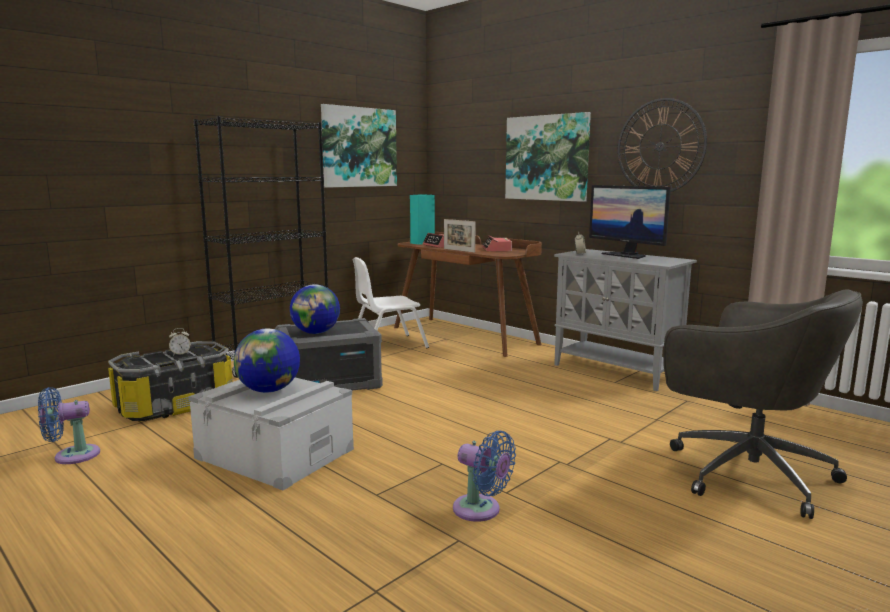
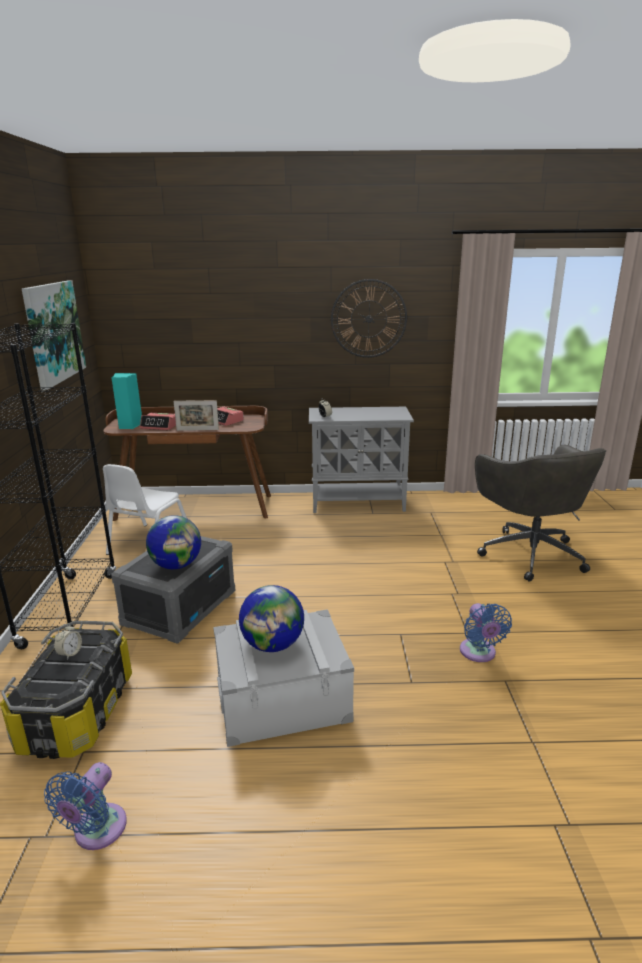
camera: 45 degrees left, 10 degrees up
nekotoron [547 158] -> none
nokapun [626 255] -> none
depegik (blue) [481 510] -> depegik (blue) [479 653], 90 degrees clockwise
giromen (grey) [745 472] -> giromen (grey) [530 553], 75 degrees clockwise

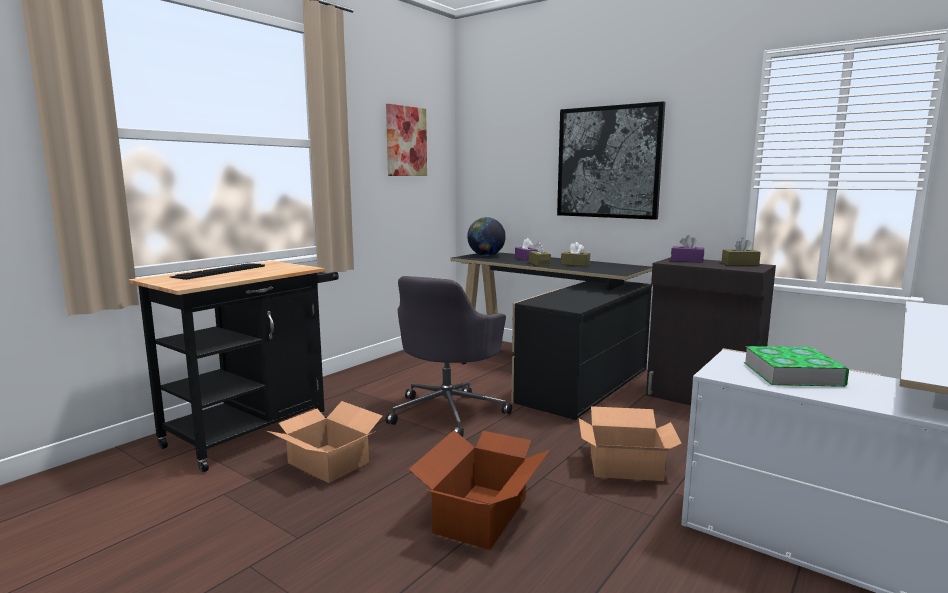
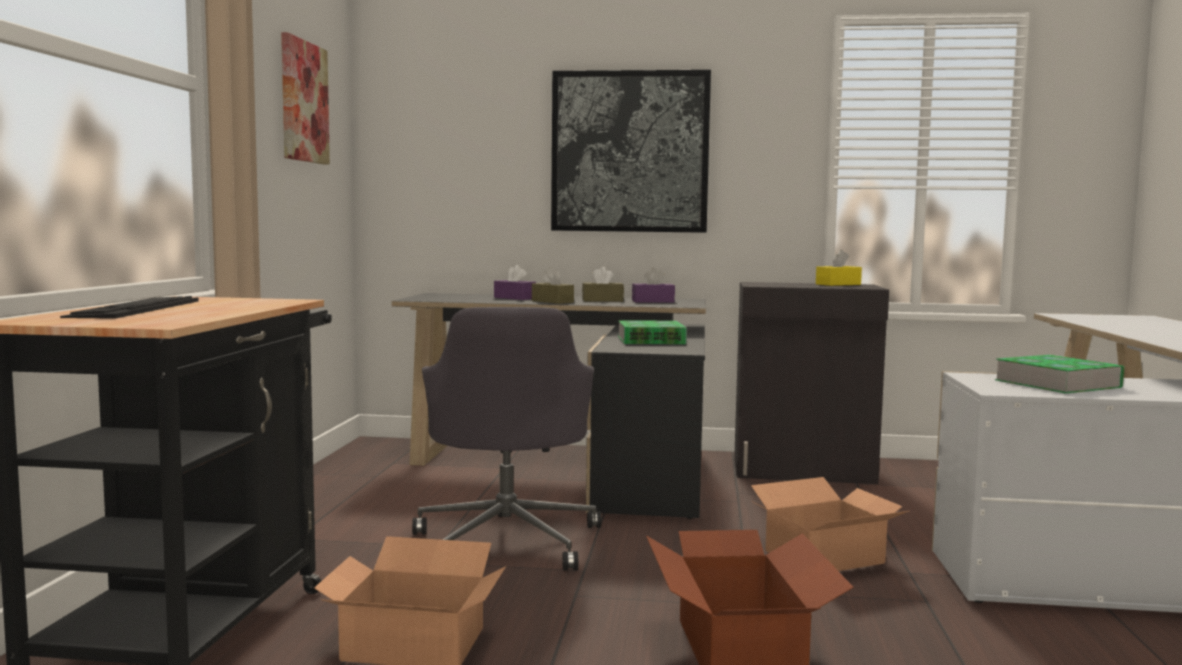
camera: 30 degrees left, 5 degrees down
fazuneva [486 256] -> none
none -> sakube [651 340]
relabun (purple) [687 260] -> relabun (purple) [653 301], relocated
relabun (brown) [740 264] -> relabun (yellow) [838 284]

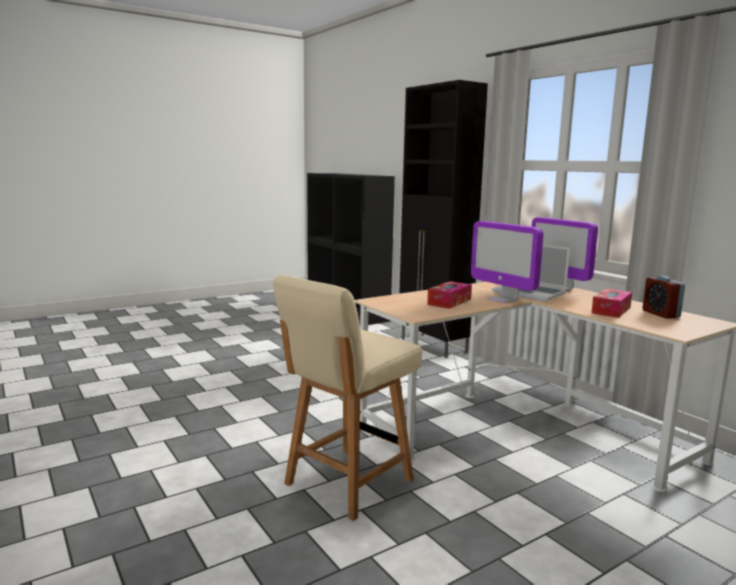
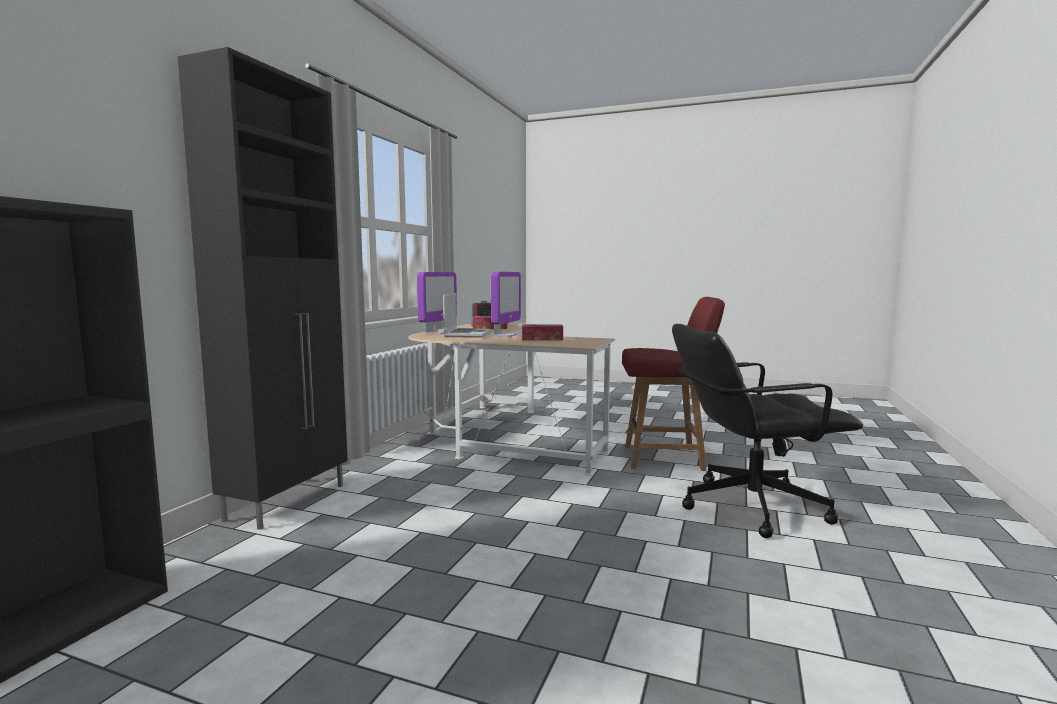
camera: 125 degrees left, 5 degrees down
none -> giromen (black) [750 506]
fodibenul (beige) [346 483] -> fodibenul (red) [666 458]

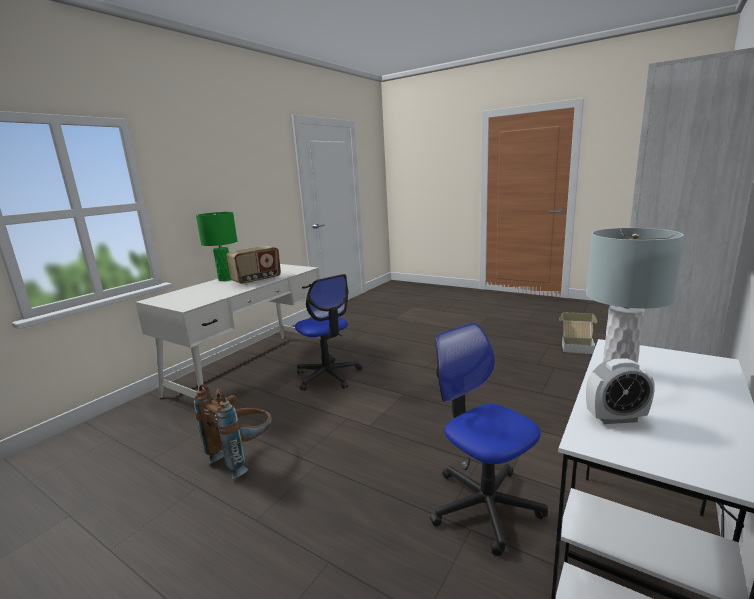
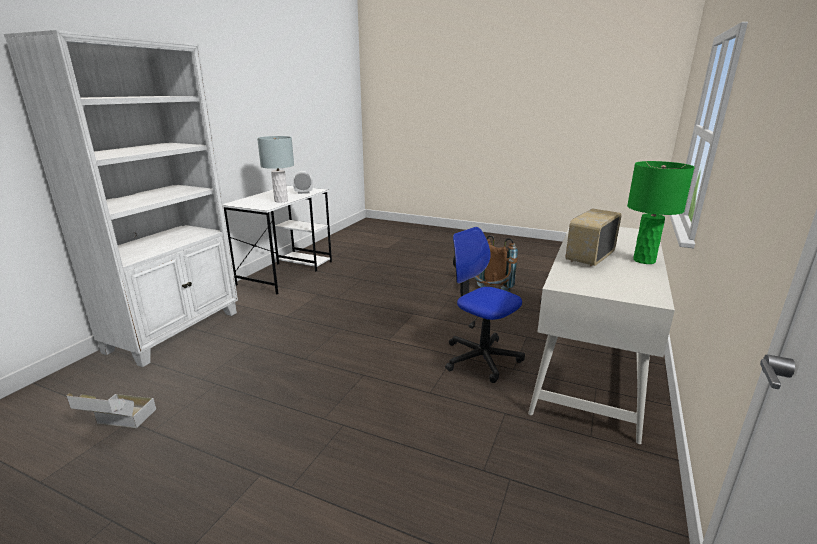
camera: 170 degrees right, 5 degrees up
giromen [484 505] -> none

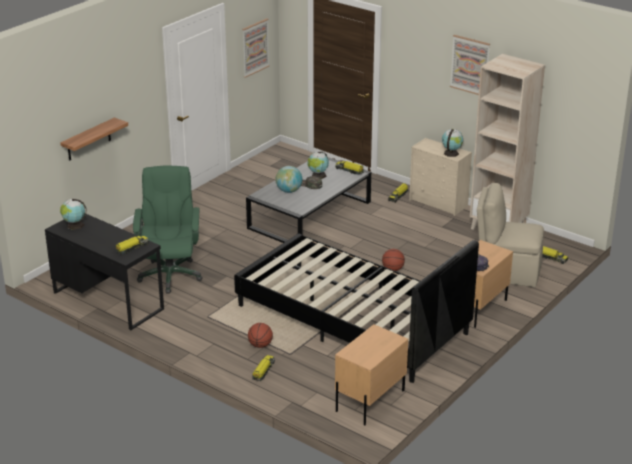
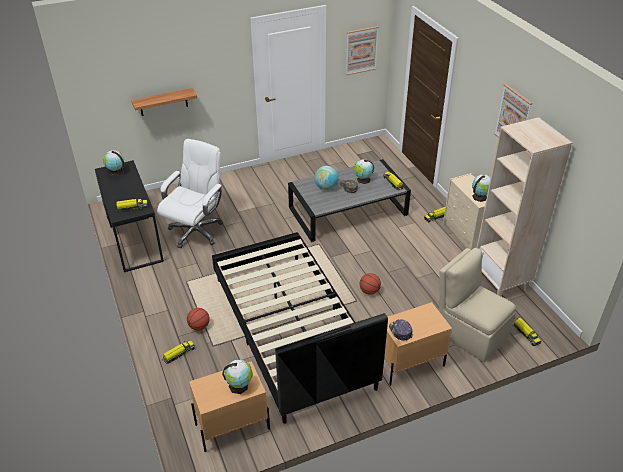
camera: 30 degrees right, 10 degrees up
none -> fazuneva [239 385]
giromen (green) [170 275] -> giromen (white) [196 231]

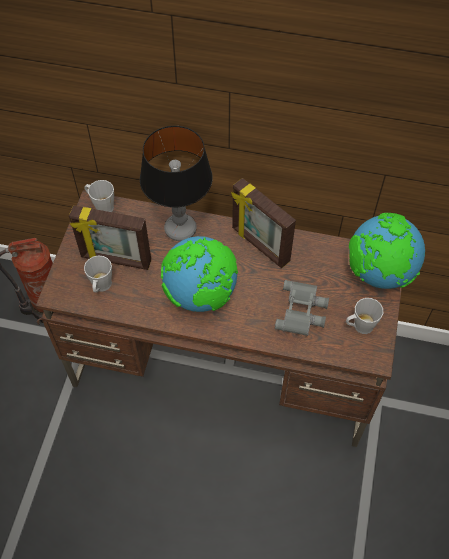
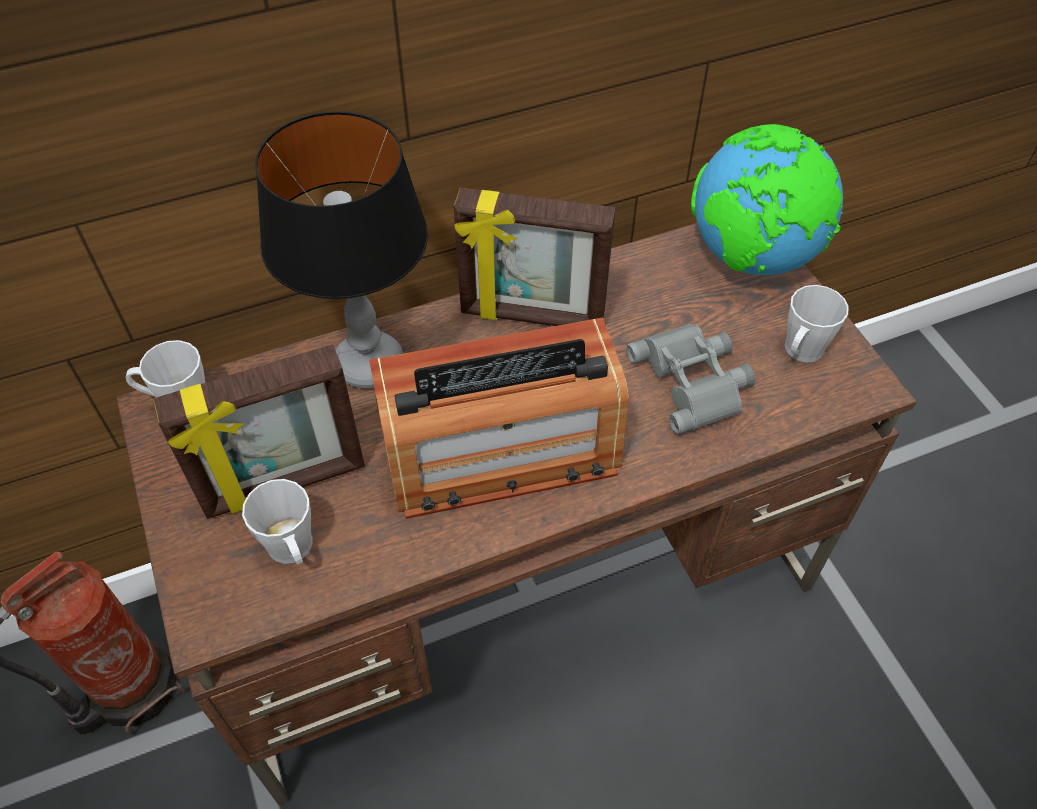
camera: 35 degrees left, 5 degrees down
fazuneva [201 294] -> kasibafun [500 453]

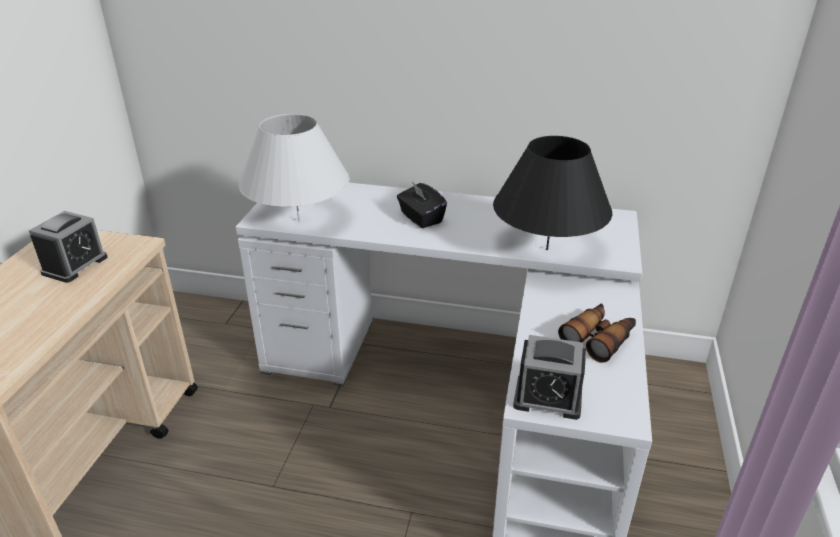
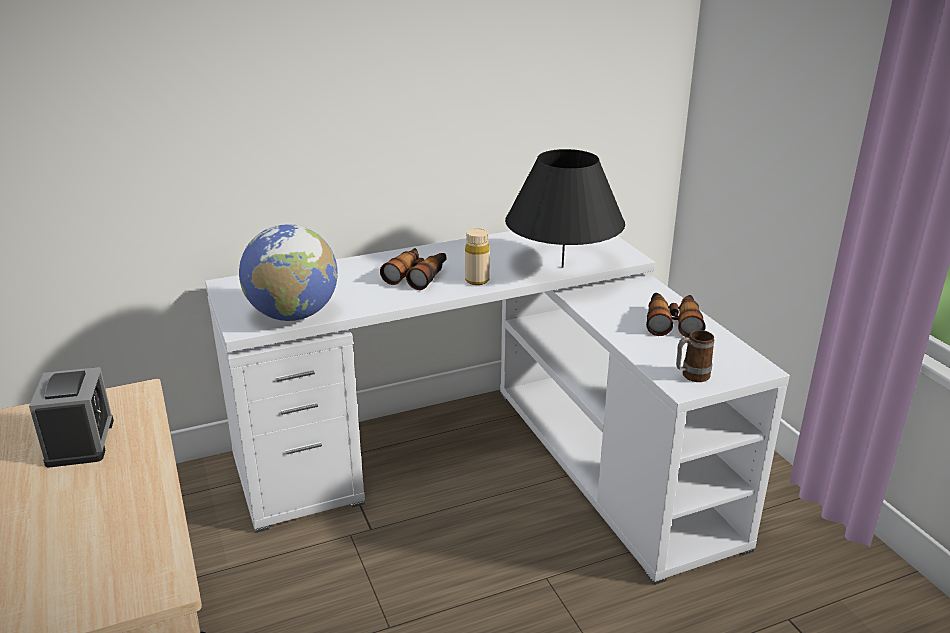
camera: 35 degrees left, 5 degrees down
none -> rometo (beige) [477 280]
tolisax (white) [298 221] -> fazuneva [293 315]
relabun (black) [421 218] -> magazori [417 275]
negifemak [547 398] -> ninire [691 376]

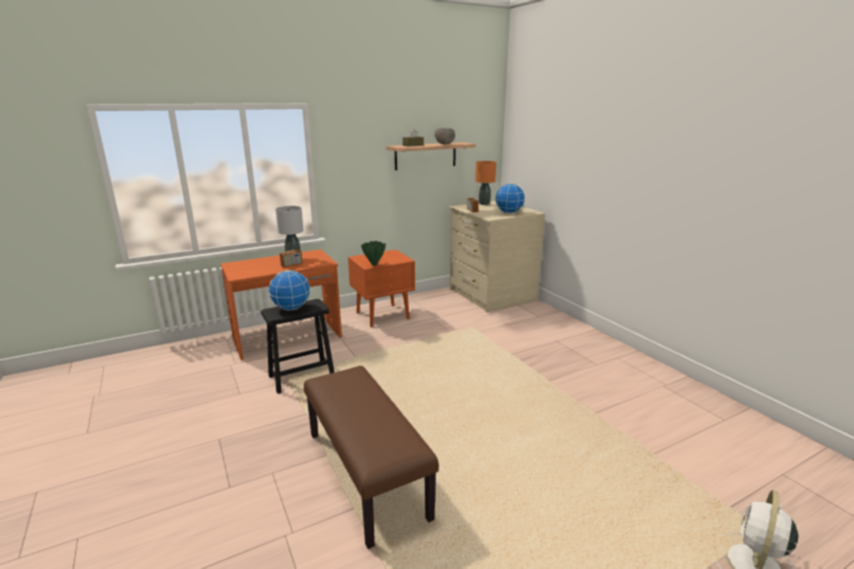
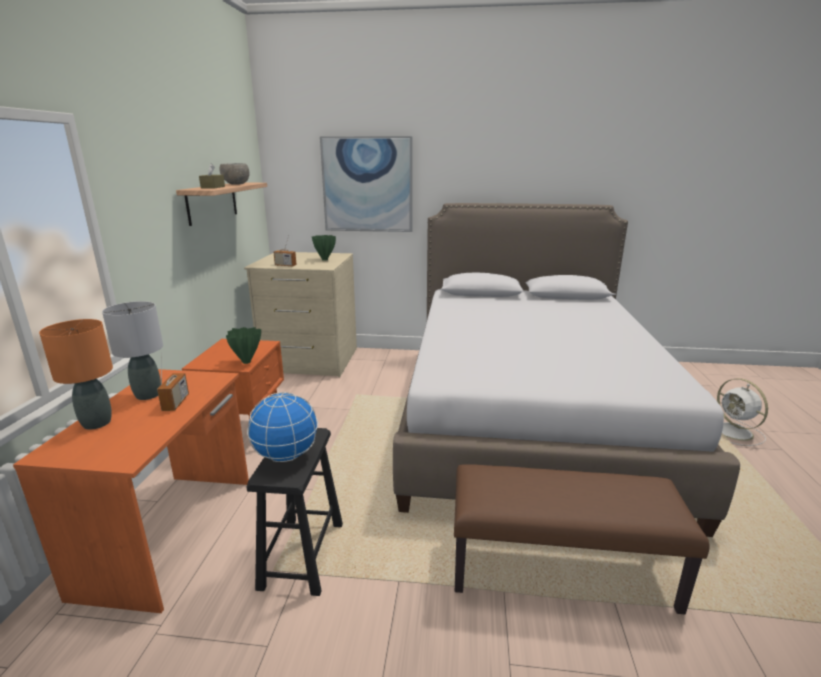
camera: 55 degrees left, 0 degrees up
none -> nekotoron [367 185]
none -> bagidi [525 415]
tolisax (orange) [484 204] -> tolisax (orange) [96 423], relocated
fazuneva [509 213] -> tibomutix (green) [325 259]

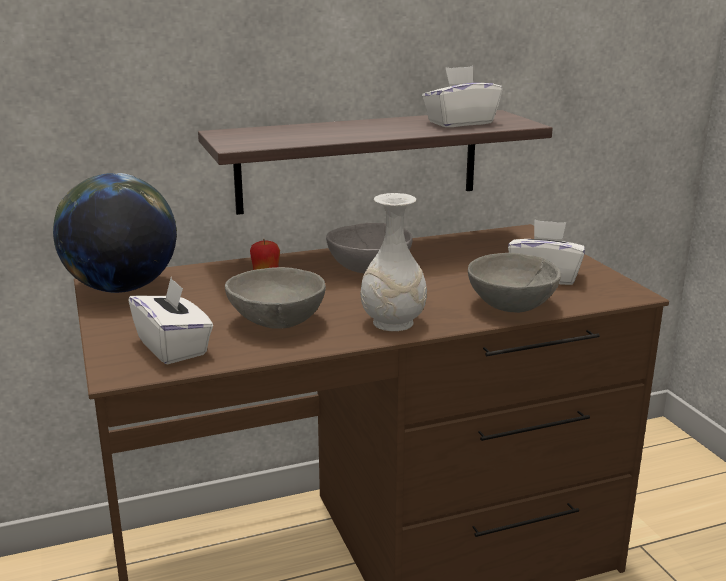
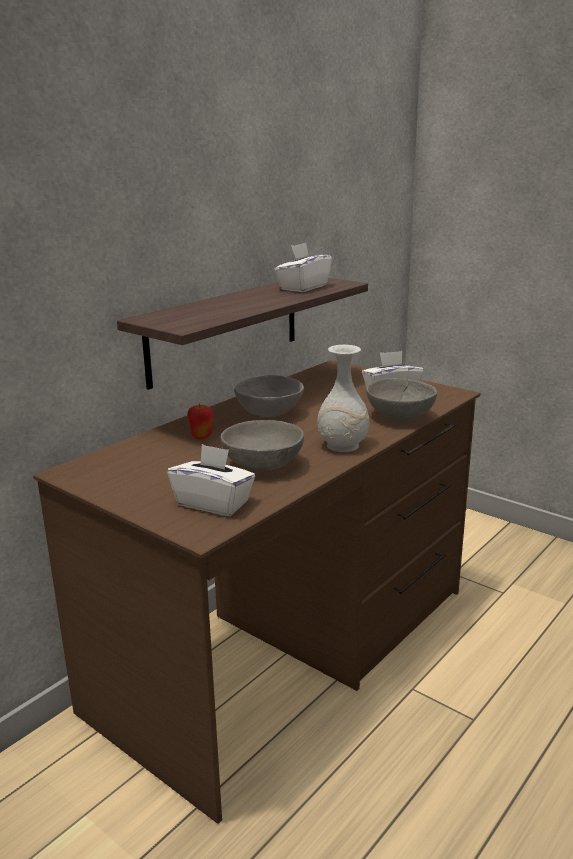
camera: 30 degrees left, 0 degrees up
fazuneva [122 289] -> none

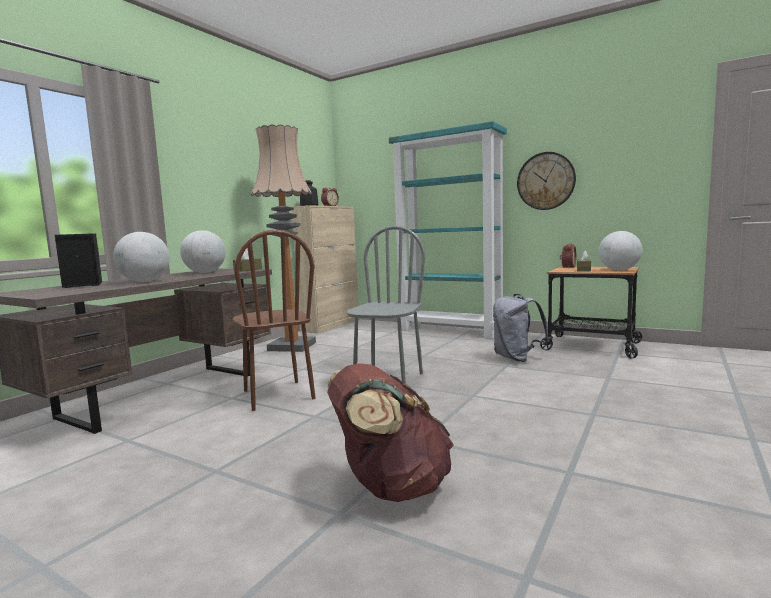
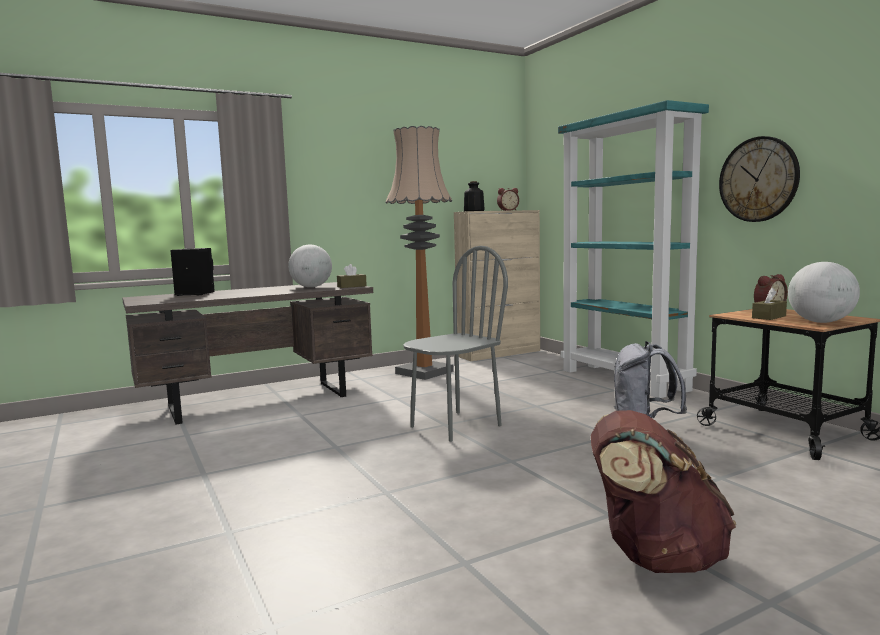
camera: 30 degrees right, 0 degrees up
fazuneva [144 281] -> none
fodibenul (brown) [277 395] -> none
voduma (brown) [390 487] -> voduma (brown) [654 556], relocated

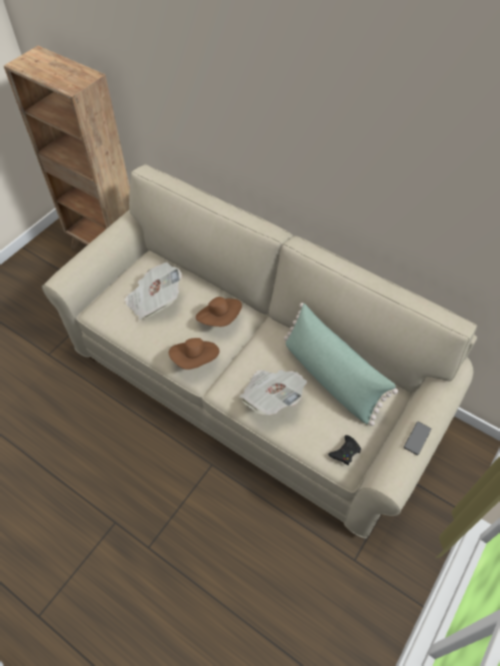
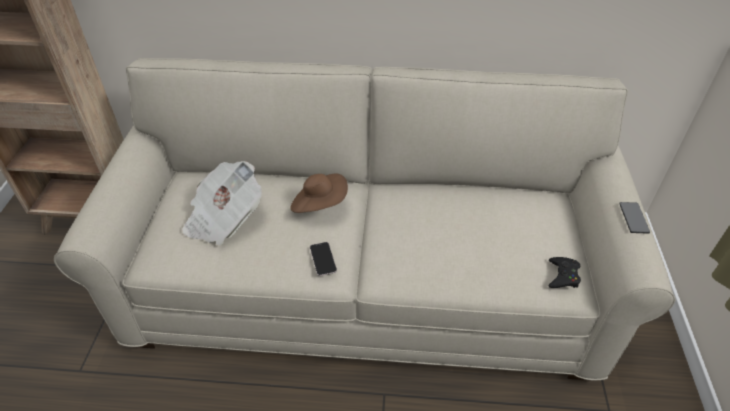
camera: 30 degrees left, 10 degrees down
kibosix [271 397] -> none
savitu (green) [330 378] -> none
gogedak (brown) [195 359] -> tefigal [323 259]

